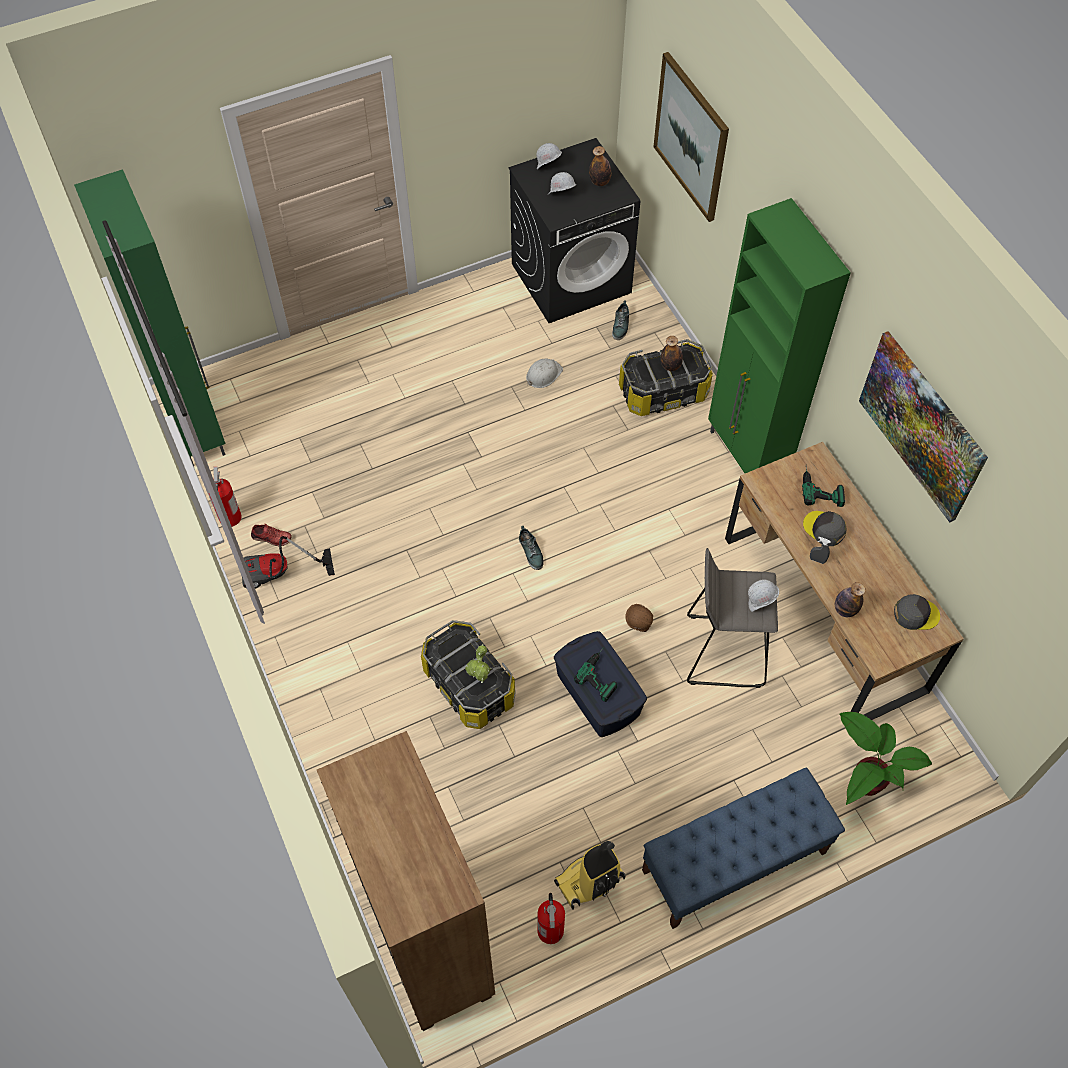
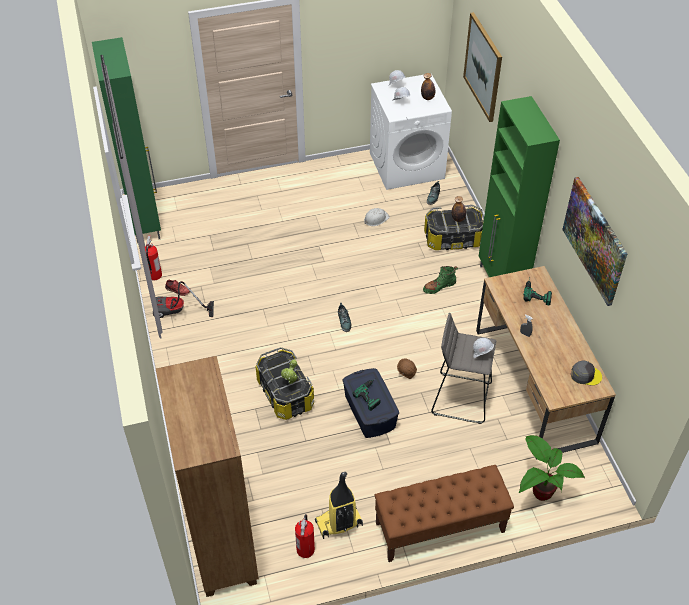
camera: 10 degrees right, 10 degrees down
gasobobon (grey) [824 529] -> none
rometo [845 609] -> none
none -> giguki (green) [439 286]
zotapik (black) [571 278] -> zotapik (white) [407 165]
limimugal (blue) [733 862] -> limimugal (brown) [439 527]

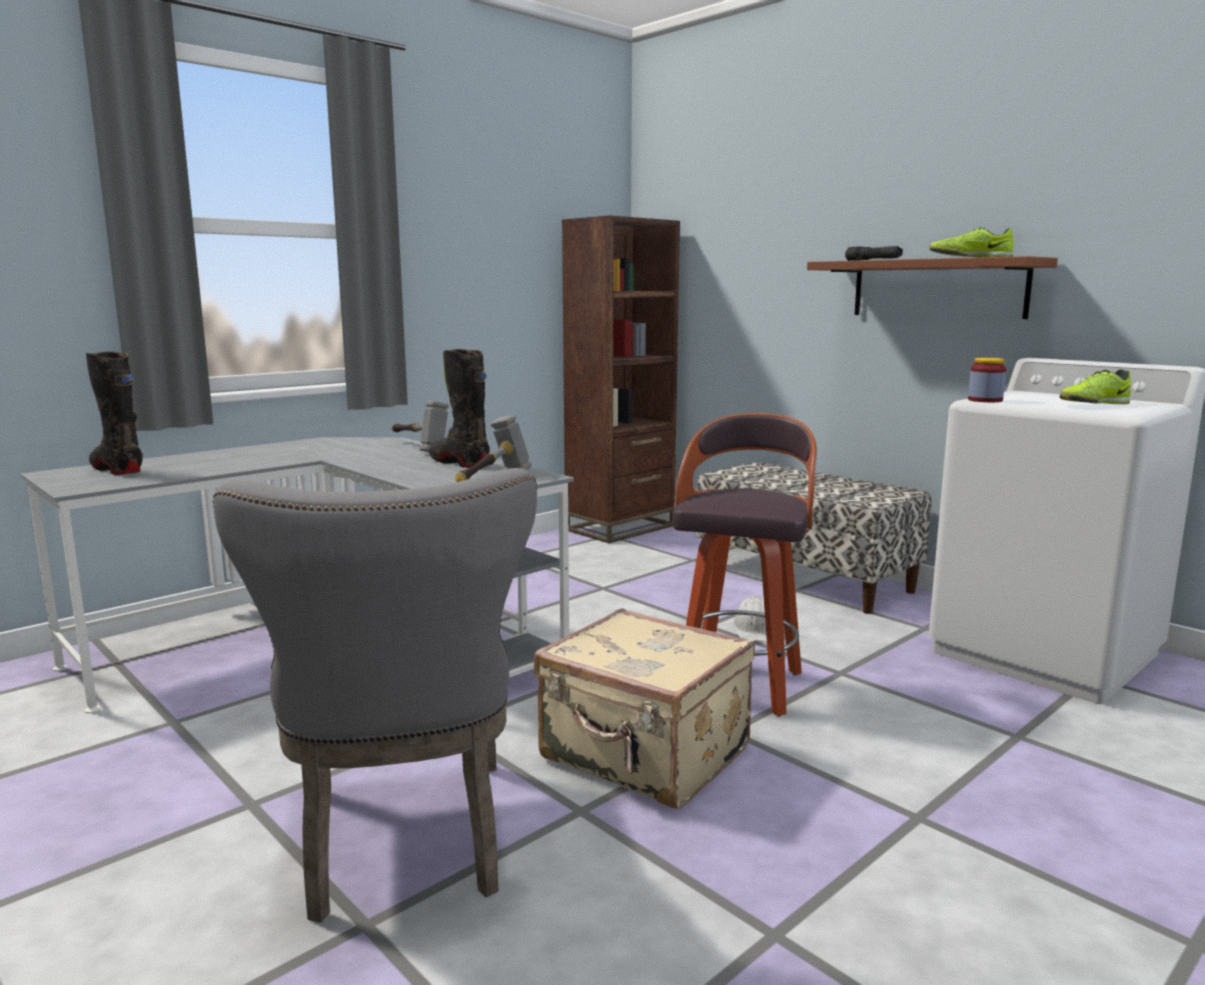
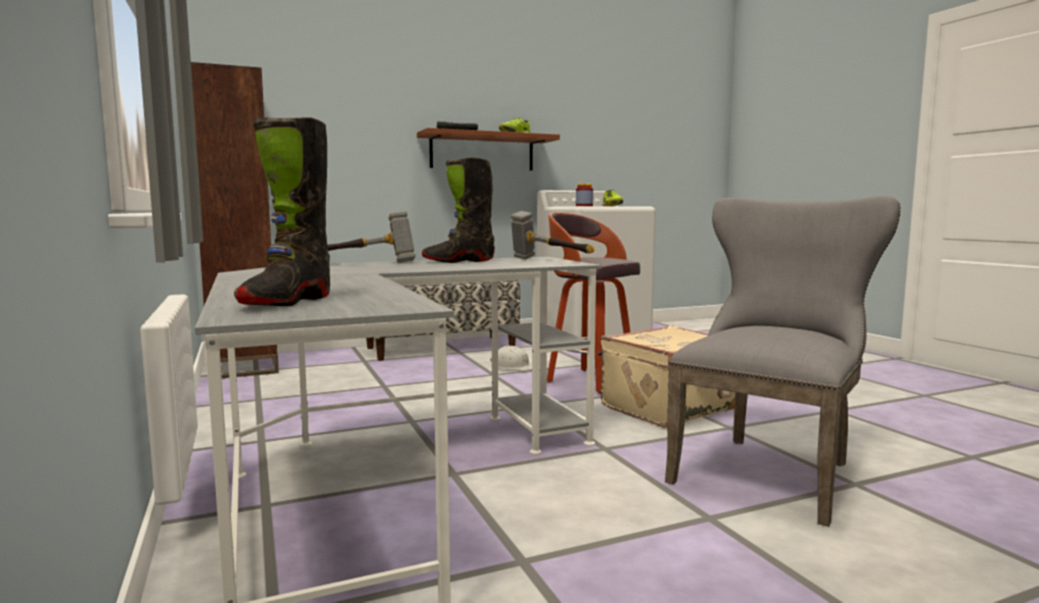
camera: 70 degrees left, 5 degrees down
giguki (black) [117 469] -> giguki (black) [287 302], 45 degrees counterclockwise
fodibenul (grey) [404 846] -> fodibenul (grey) [769 470], 60 degrees counterclockwise

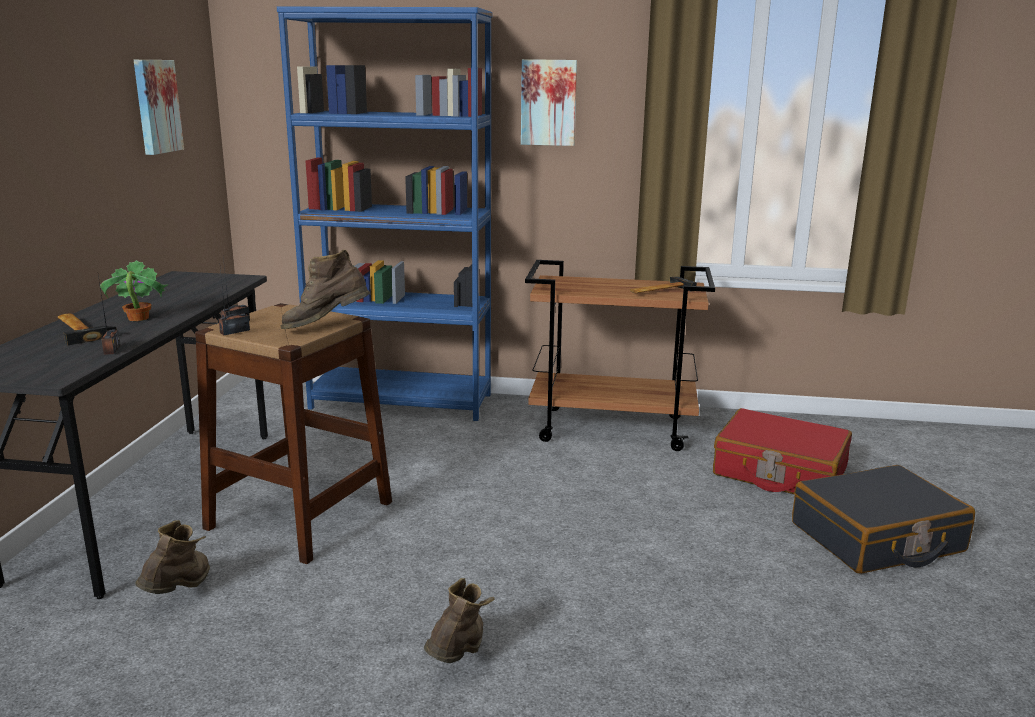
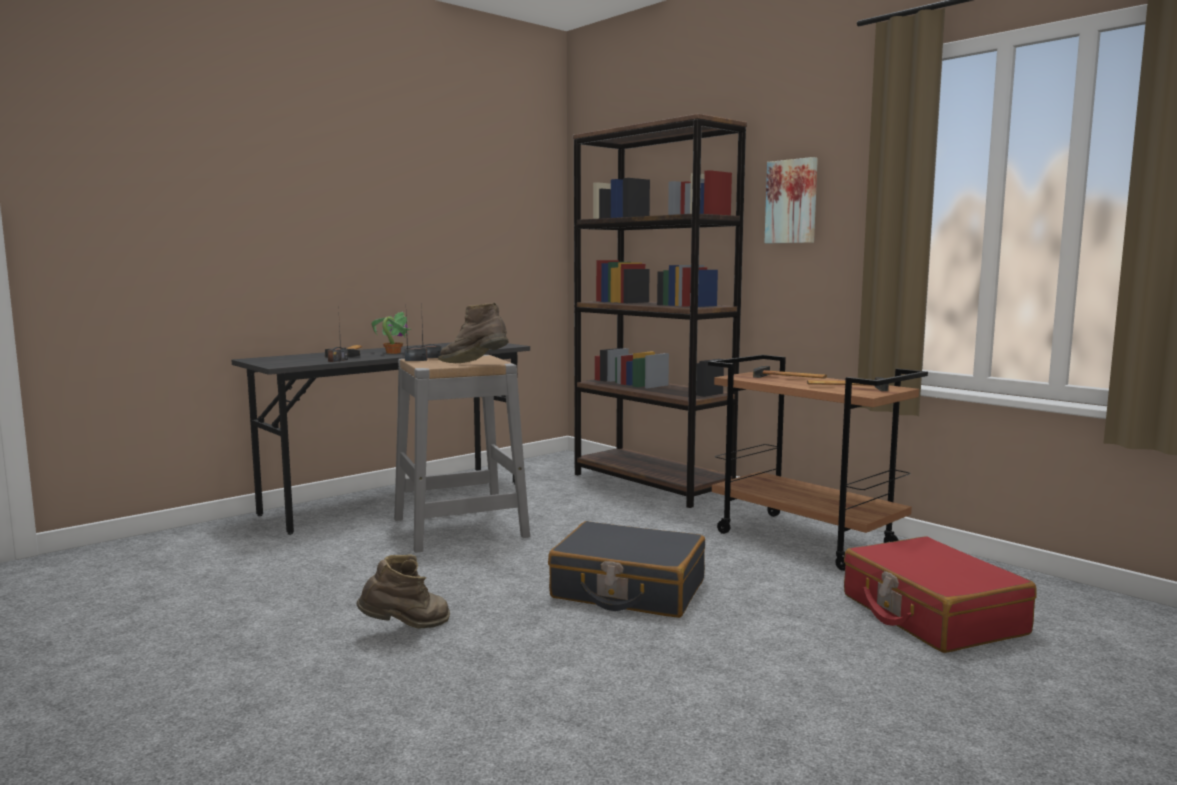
camera: 40 degrees right, 10 degrees down
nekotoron [155 106] -> none
giguki (brown) [180 592] -> none
none -> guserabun [790 378]
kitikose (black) [877 538] -> kitikose (black) [628 590], relocated
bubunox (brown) [300 515] -> bubunox (grey) [460 527]
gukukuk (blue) [402 401] -> gukukuk (brown) [651 484]

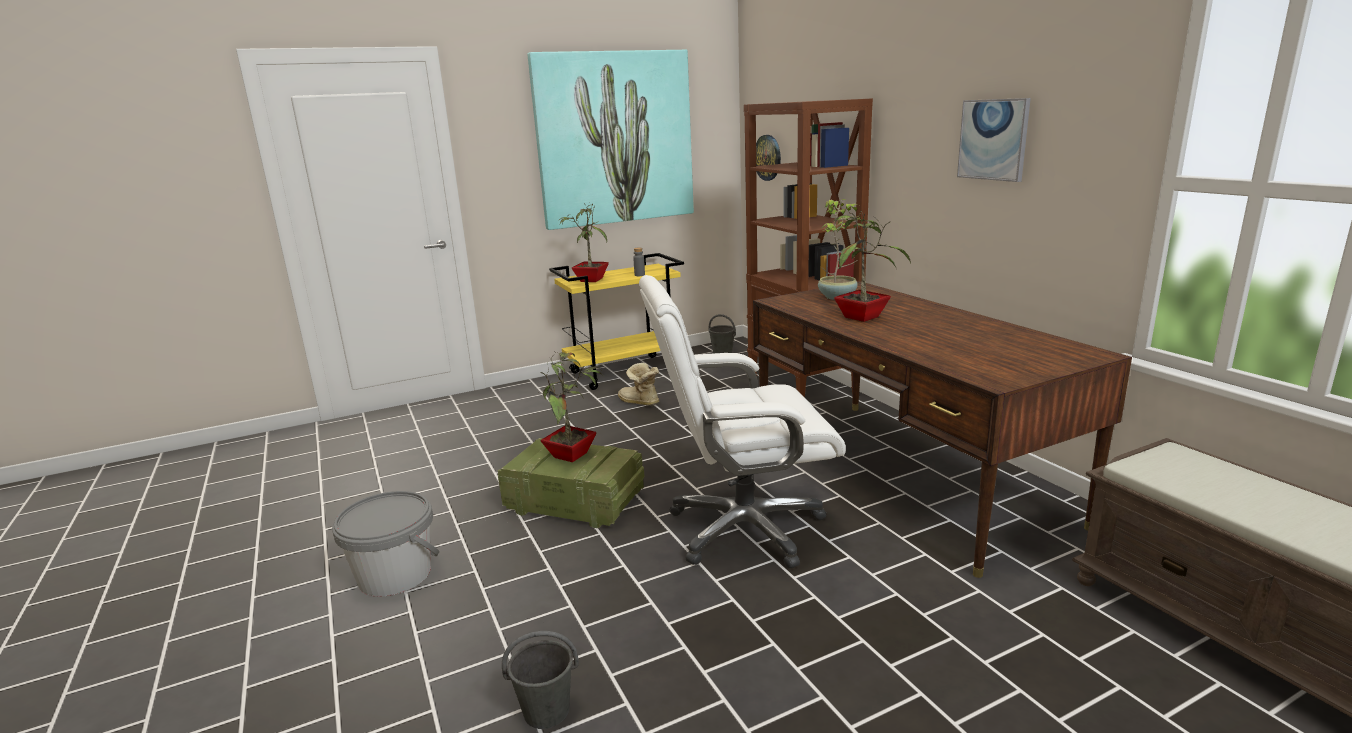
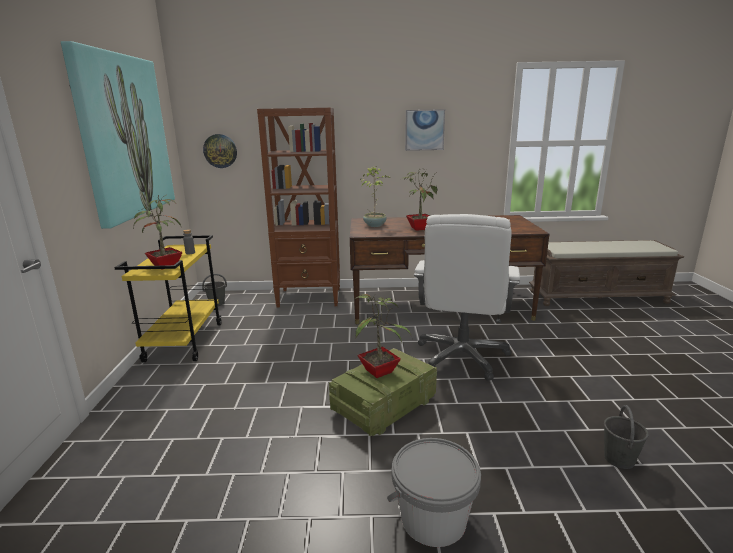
camera: 65 degrees left, 0 degrees up
giguki [638 402] -> none

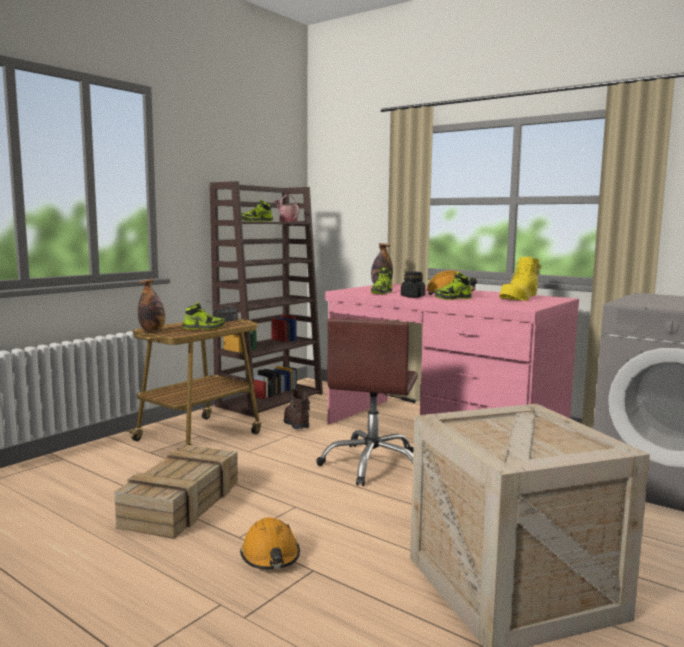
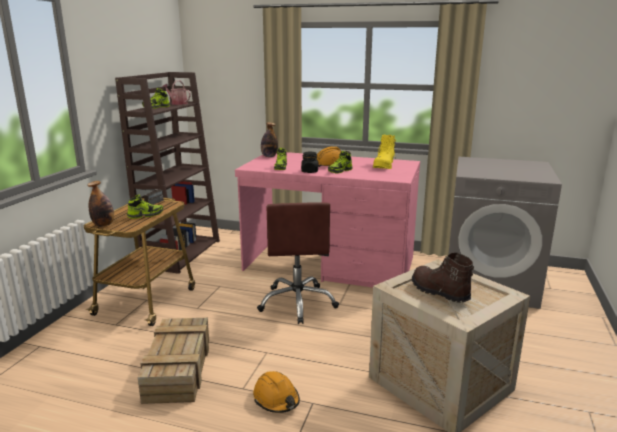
camera: 20 degrees left, 10 degrees up
giguki (brown) [296 424] -> giguki (brown) [439 292], relocated

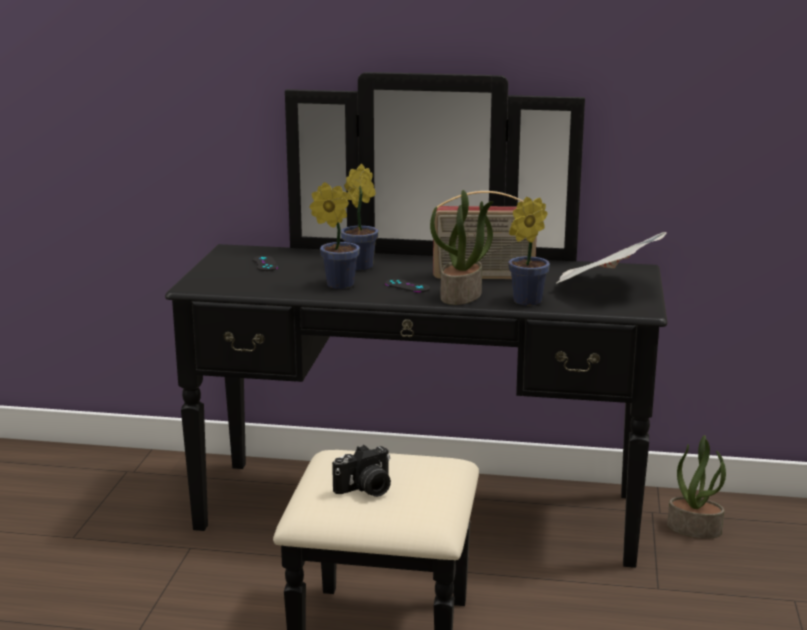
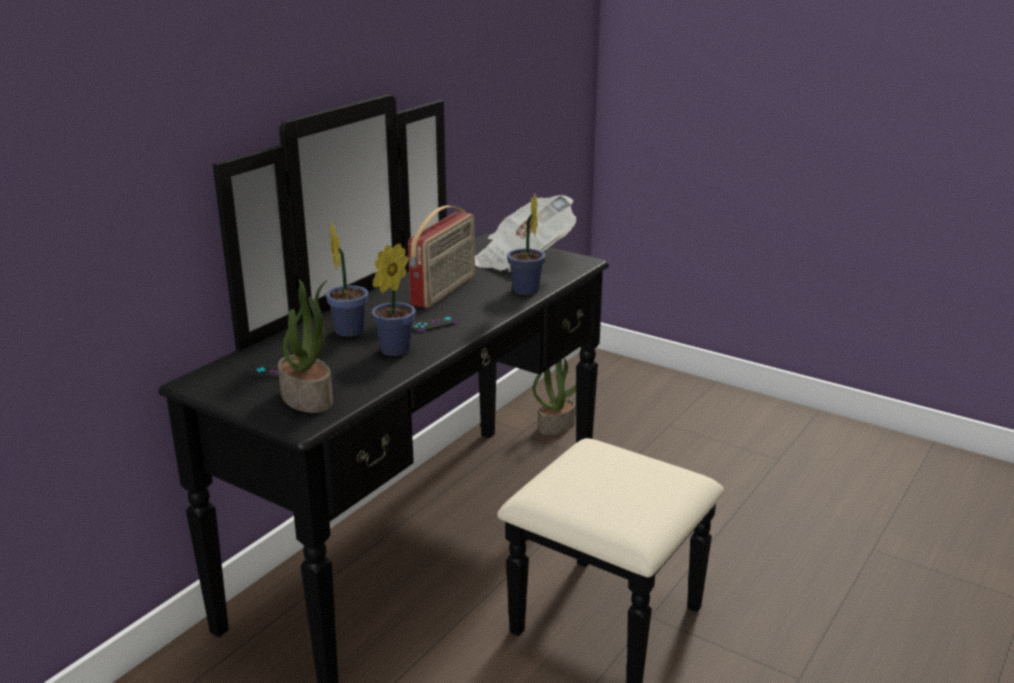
camera: 65 degrees left, 5 degrees up
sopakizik [366 489] -> none
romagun [461 296] -> romagun [308 398], relocated

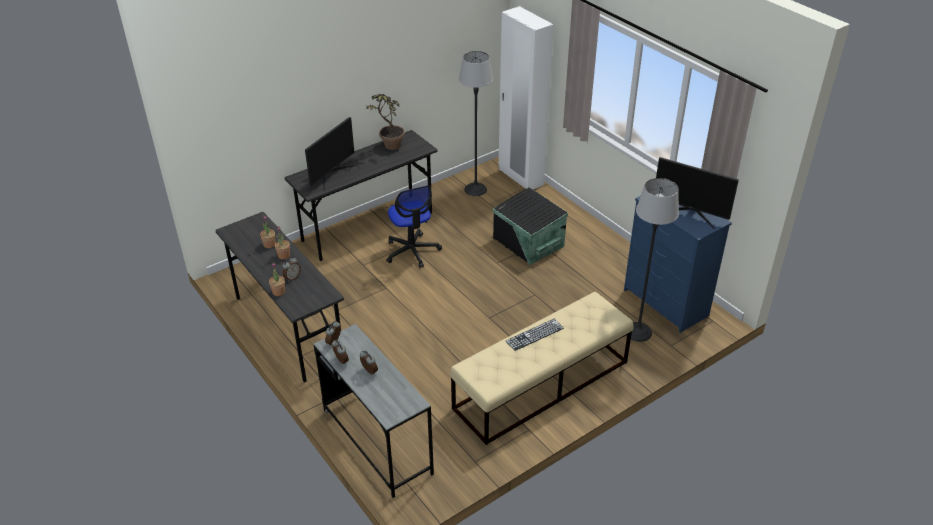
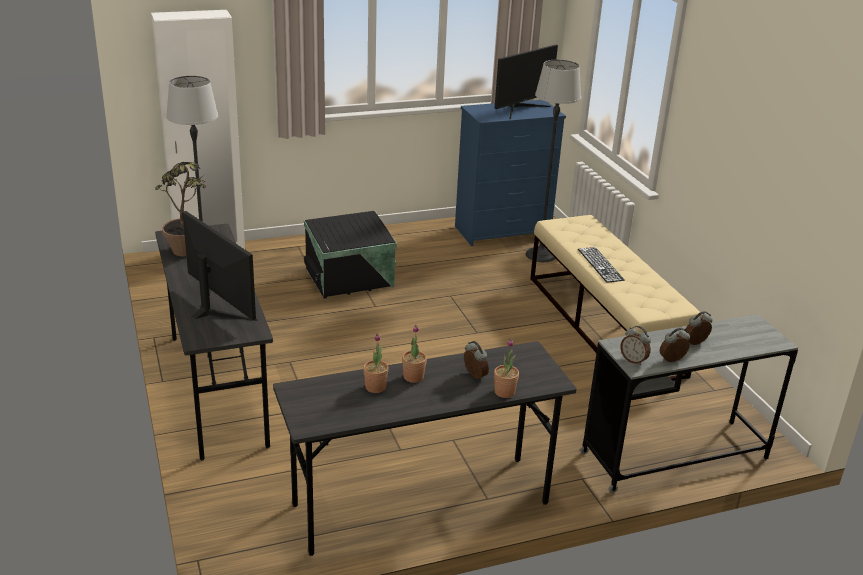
camera: 75 degrees left, 10 degrees down
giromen [412 251] -> none

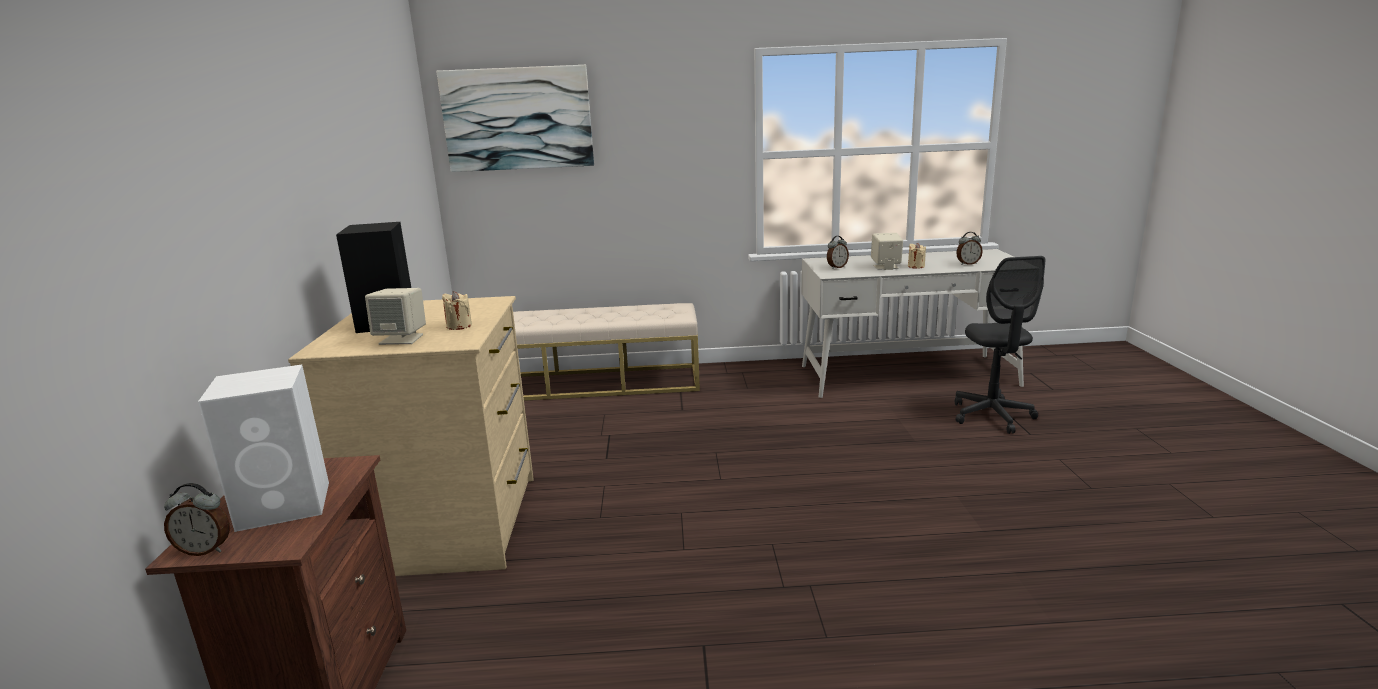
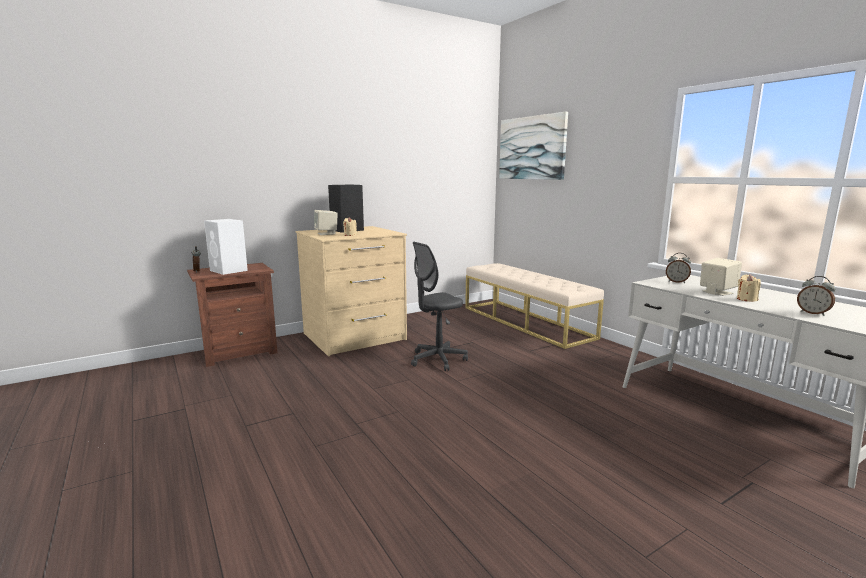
camera: 60 degrees right, 5 degrees down
giromen (grey) [992 416] -> giromen (grey) [437 360], relocated

